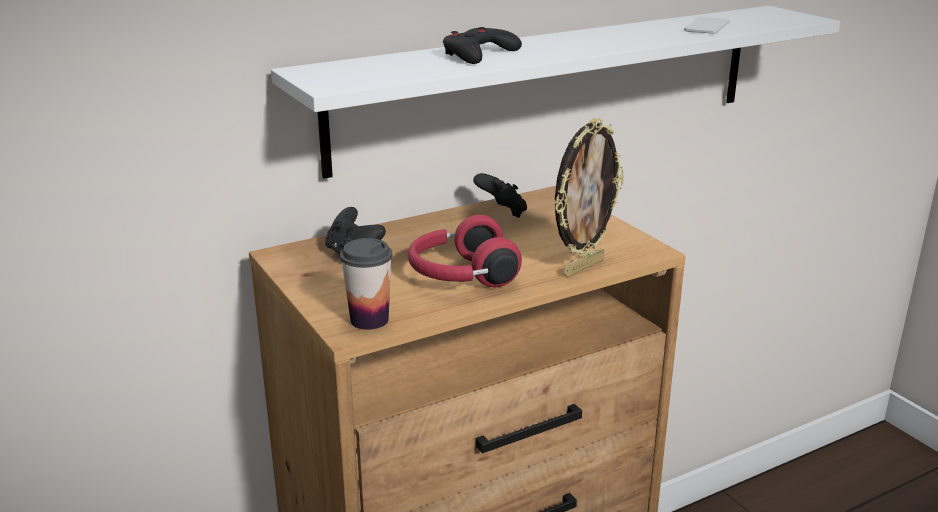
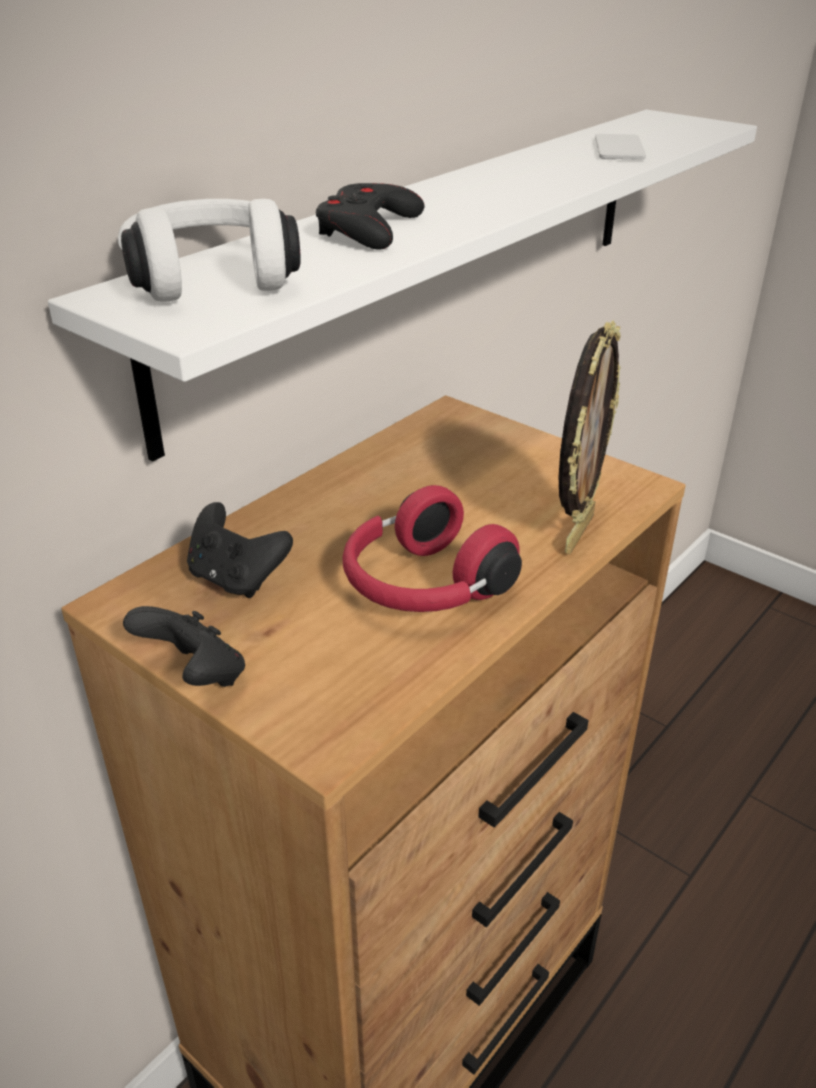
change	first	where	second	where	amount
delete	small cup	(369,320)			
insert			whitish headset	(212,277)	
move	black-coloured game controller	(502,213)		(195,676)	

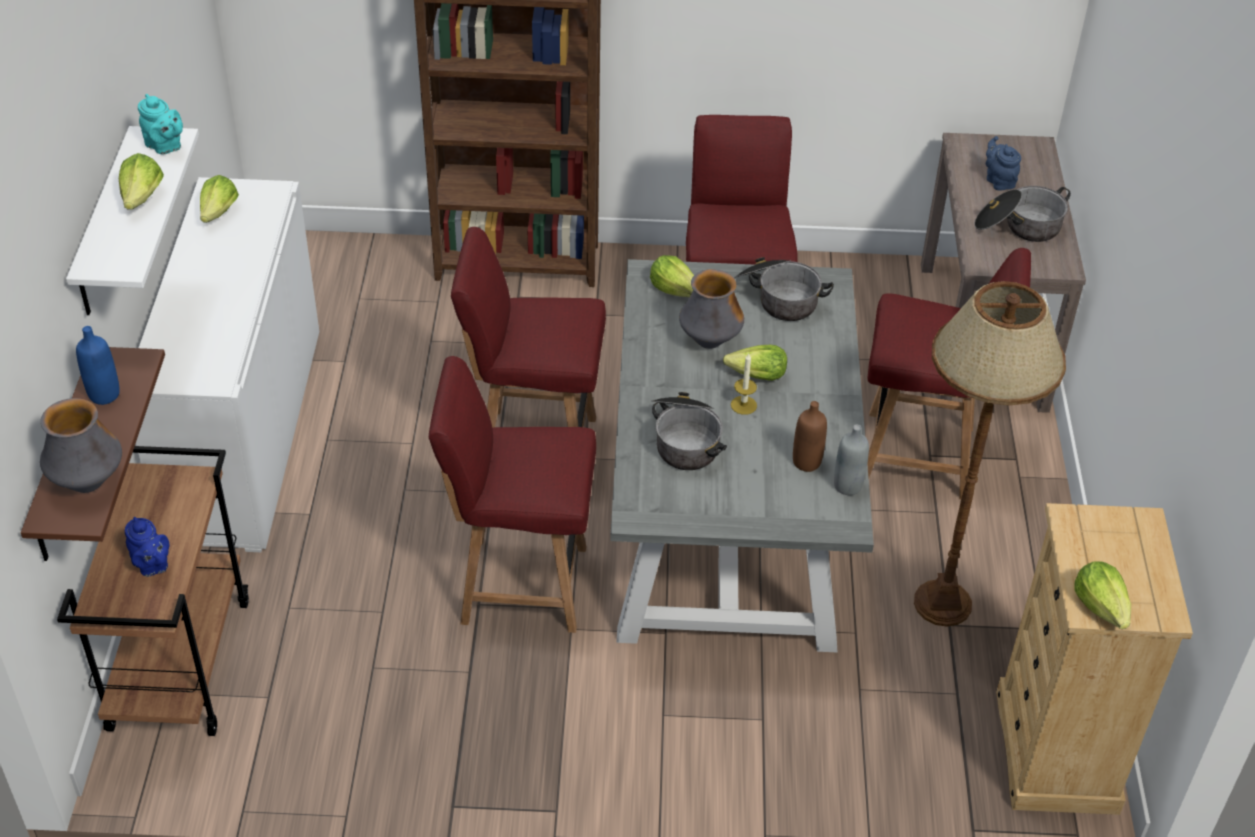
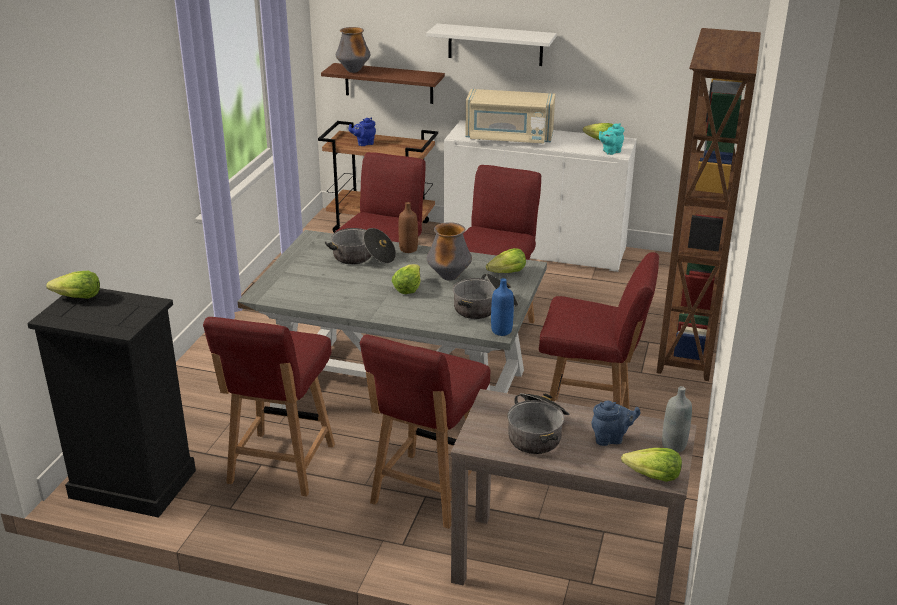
change	first	where	second	where	amount
delete	wax candle	(743,405)			
insert			beige microwave	(509,138)	
move	blue bottle	(104,395)		(501,331)	
move	head of lettuce	(142,197)		(652,476)	
move	turquoise teapot	(165,147)		(610,151)	
move	brownish bottle	(806,462)		(408,249)	
move	grey bottle	(847,486)		(674,445)	
replace	brownish floor lamp	(942,604)	red-coloured plain chair	(280,465)	
recolor	beige chest of drawers	(1057,752)	black-coloured chest of drawers	(132,484)	

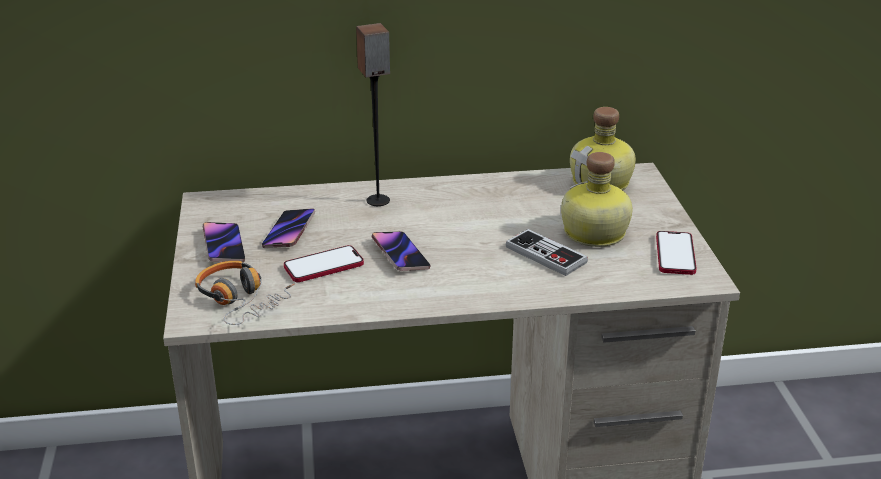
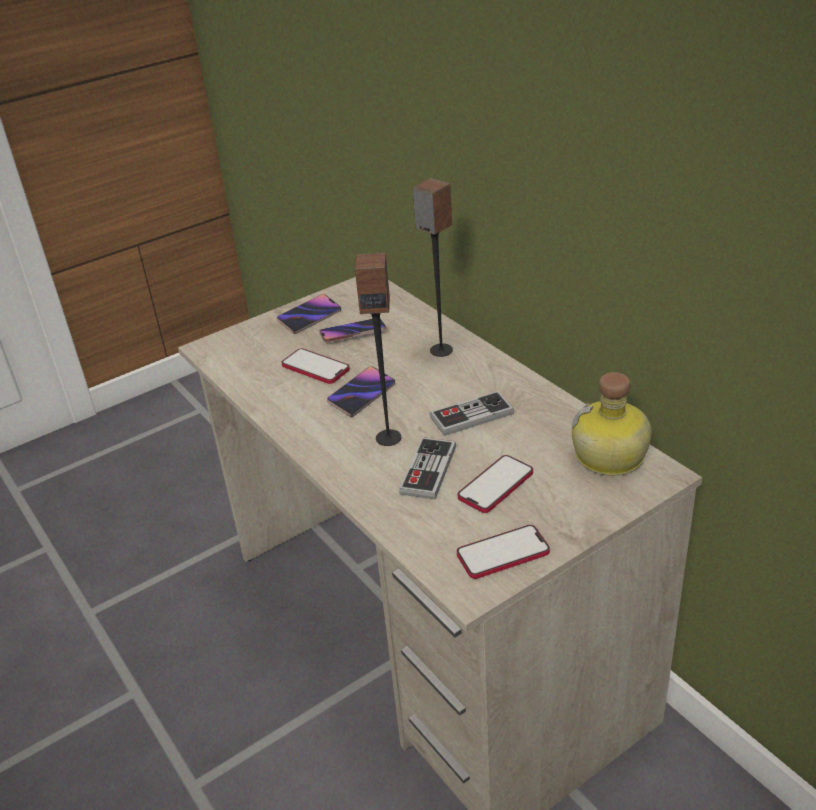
change	first	where	second	where	amount
delete	headset	(241,300)			
insert			loudspeaker	(388,437)	
insert			game controller	(471,416)	
replace	bottle	(593,233)	phone	(495,485)	

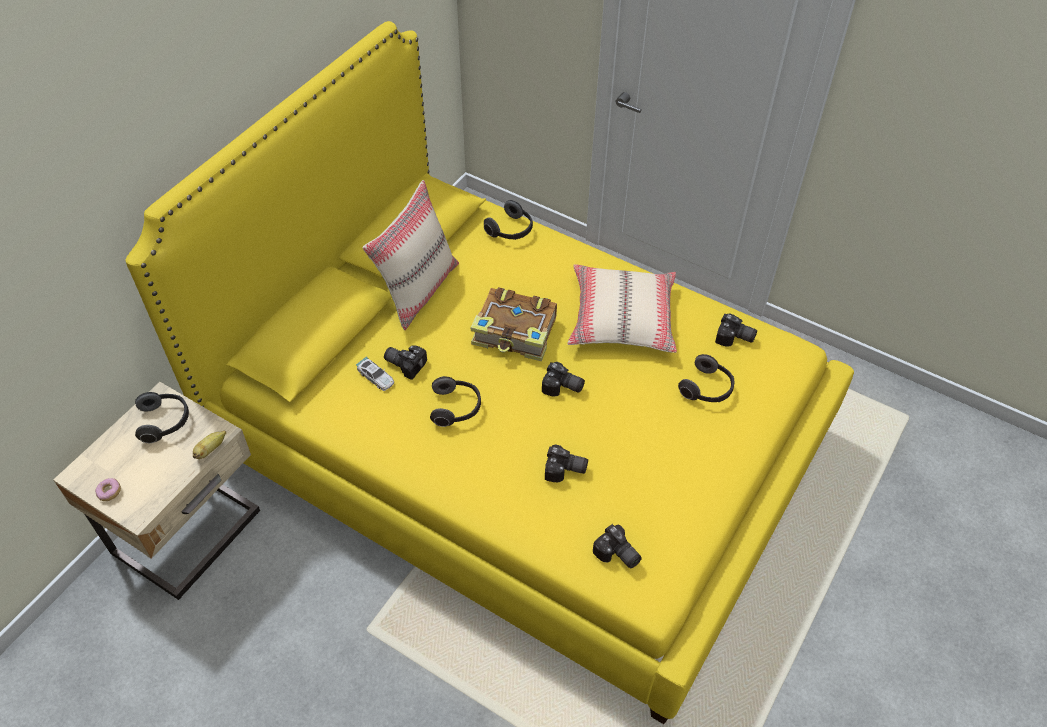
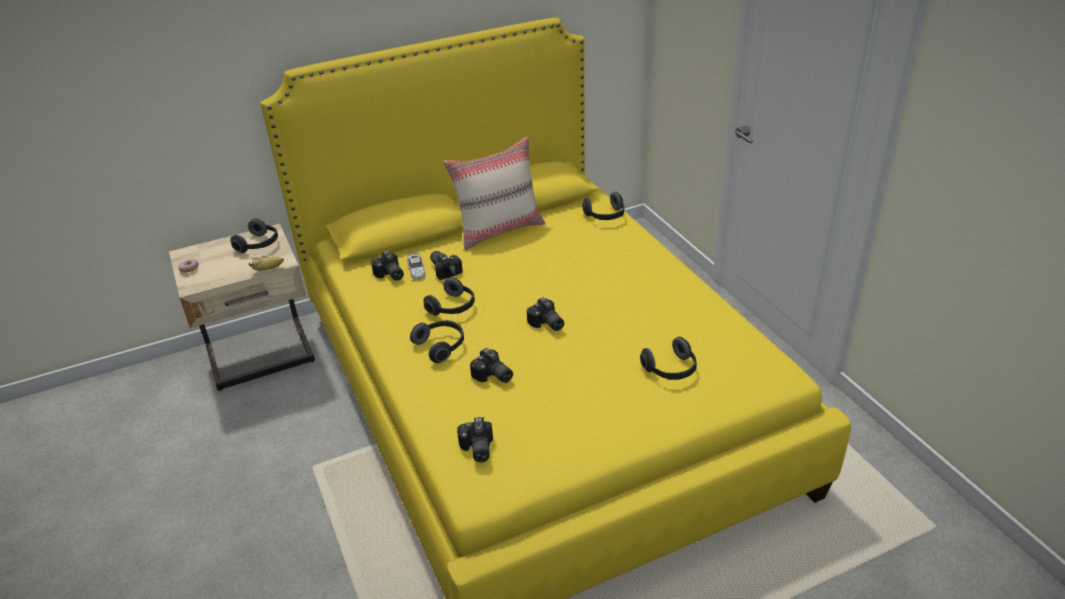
change	first	where	second	where	amount
delete	bound book	(515,333)			
delete	beige pillow	(621,318)			
insert			headset	(441,346)	
move	still camera	(734,338)		(389,275)	

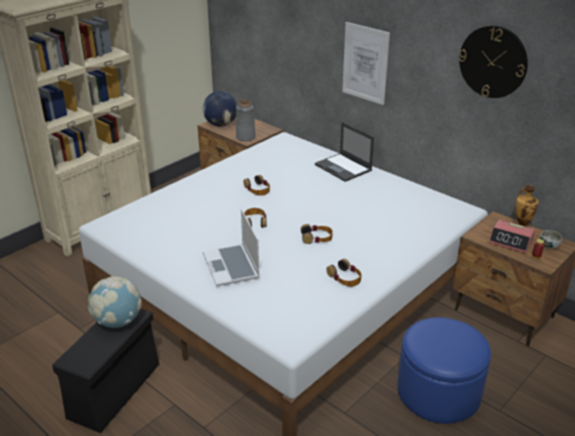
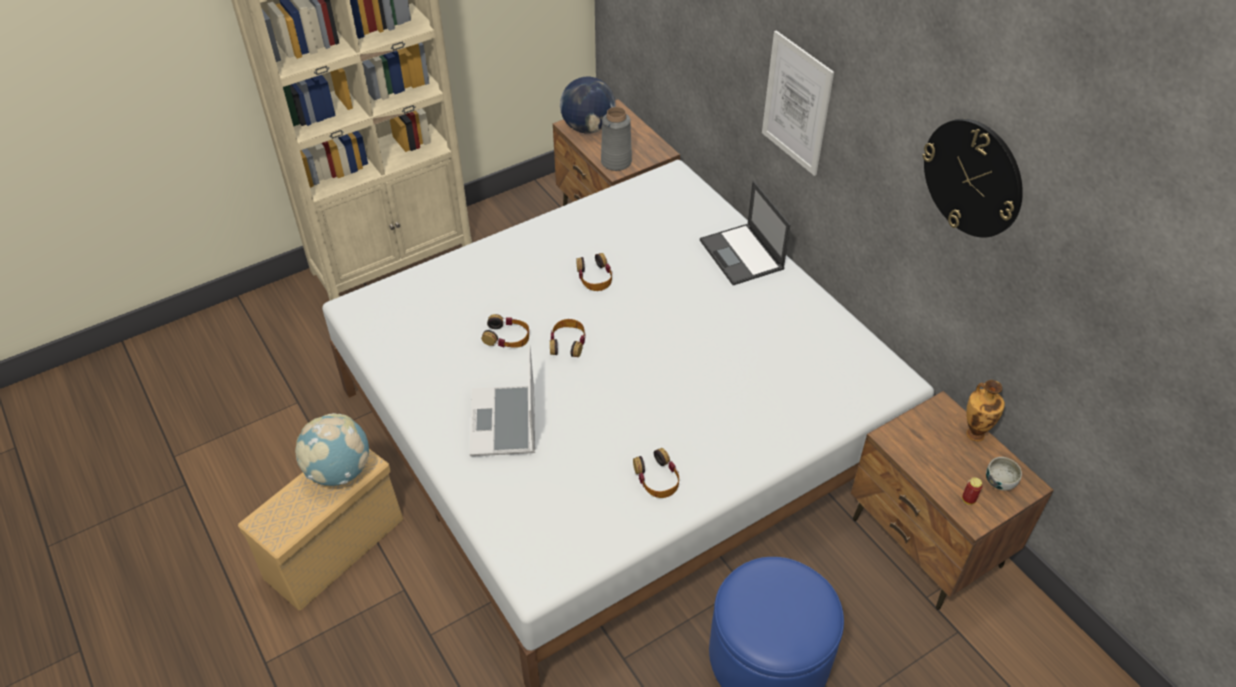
change	first	where	second	where	amount
delete	alarm clock	(511,241)			
move	headset	(316,238)		(507,337)	
recolor	black-coloured storage bin	(115,389)	beige storage bin	(336,546)	

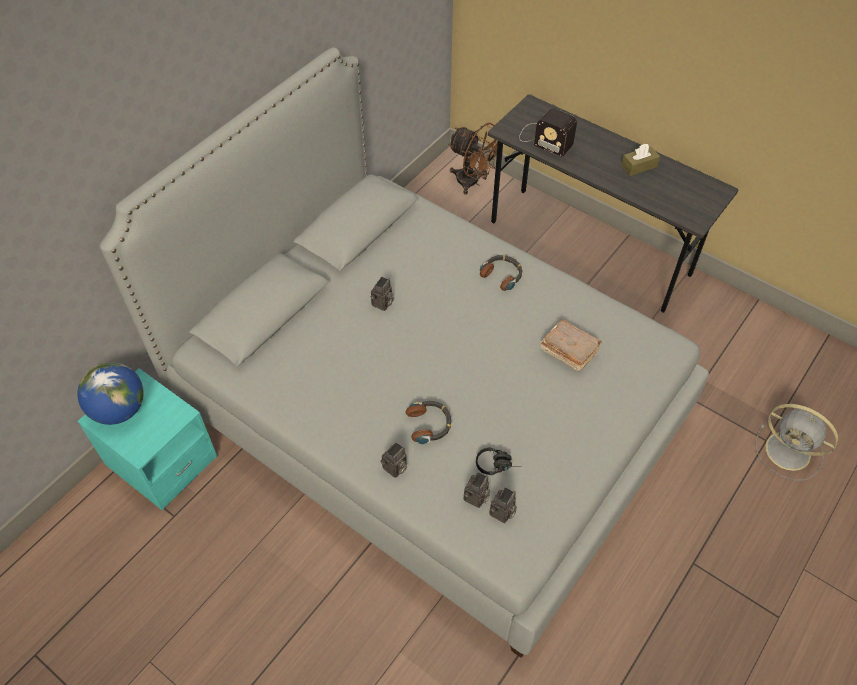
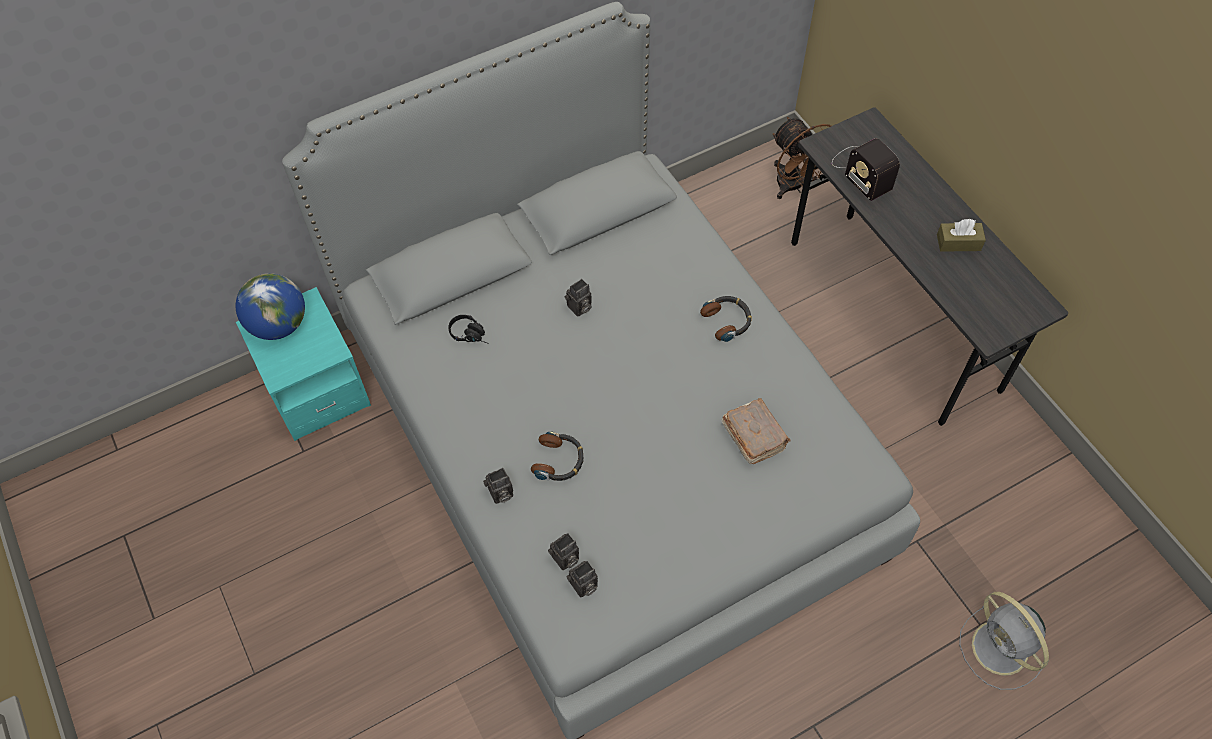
change	first	where	second	where	amount
move	black-coloured headset	(497,464)		(471,335)	

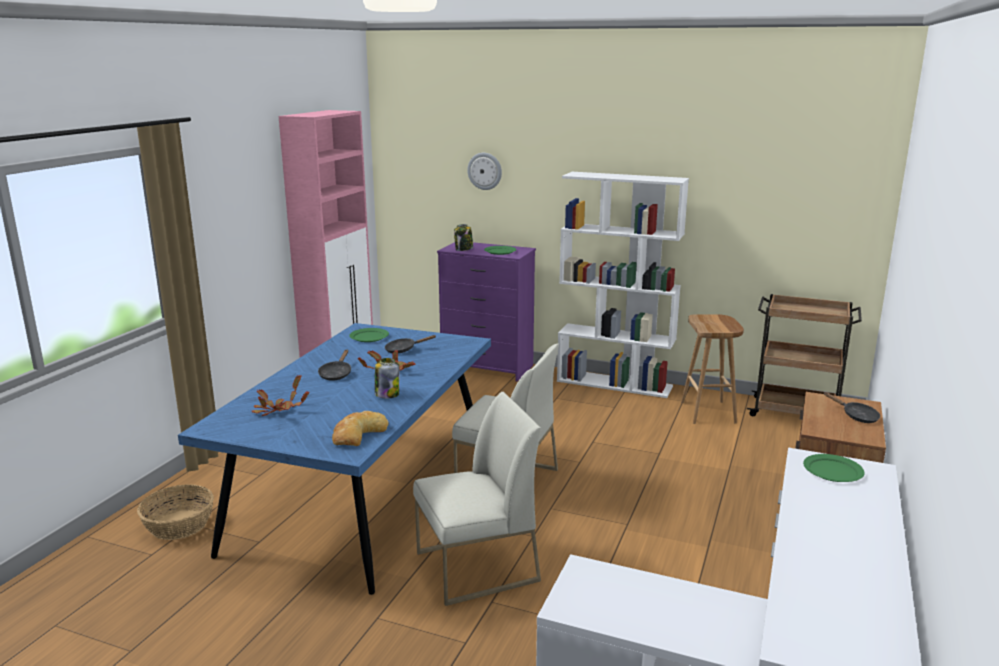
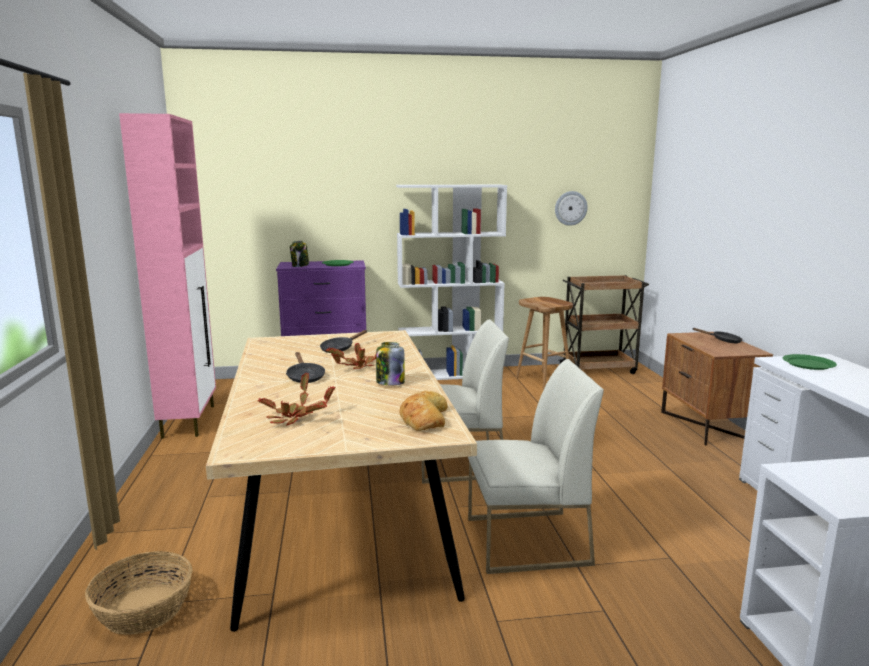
change	first	where	second	where	amount
delete	green-coloured flat dish	(369,337)			
move	hanging clock	(485,171)		(570,208)	
recolor	blue kitchen table	(363,496)	beige kitchen table	(339,513)	
rotate	whitish plain chair	(476,567)		(526,541)	45 degrees clockwise

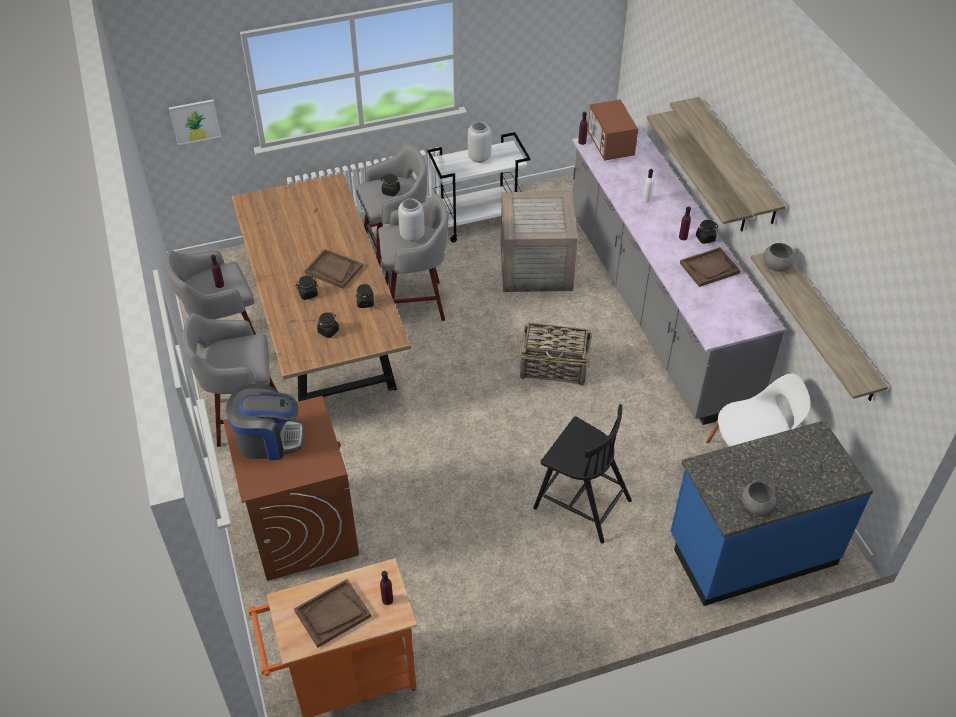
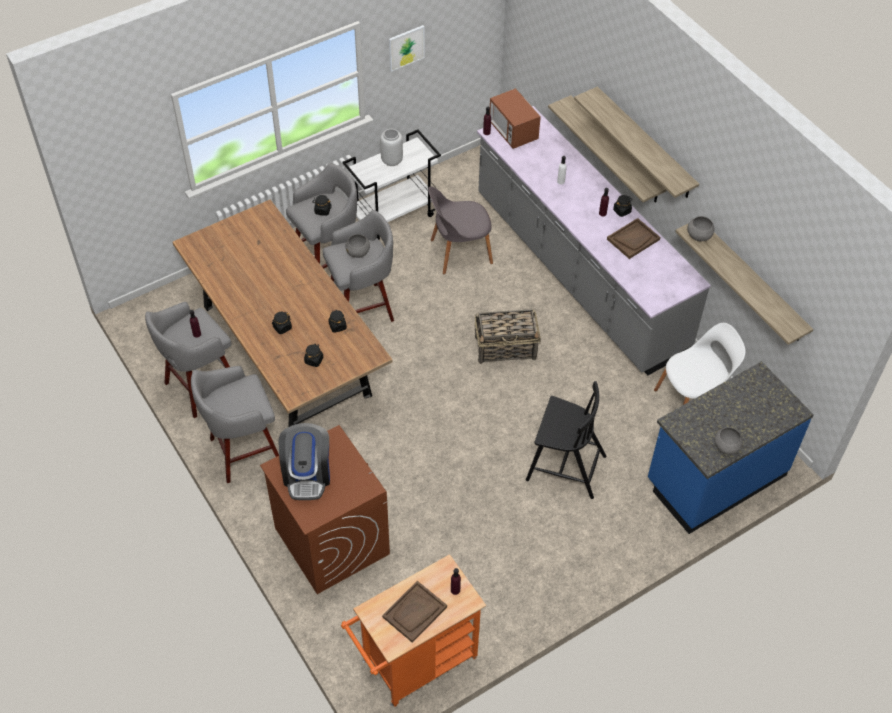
change	first	where	second	where	amount
delete	brownish tray	(333,270)			
move	picture	(195,121)		(406,47)	
replace	grey flower vase	(412,236)	grey serving bowl	(358,252)	
replace	crate	(534,266)	grey plain chair	(459,252)	
rotate	coffee maker	(268,439)		(307,474)	105 degrees clockwise

